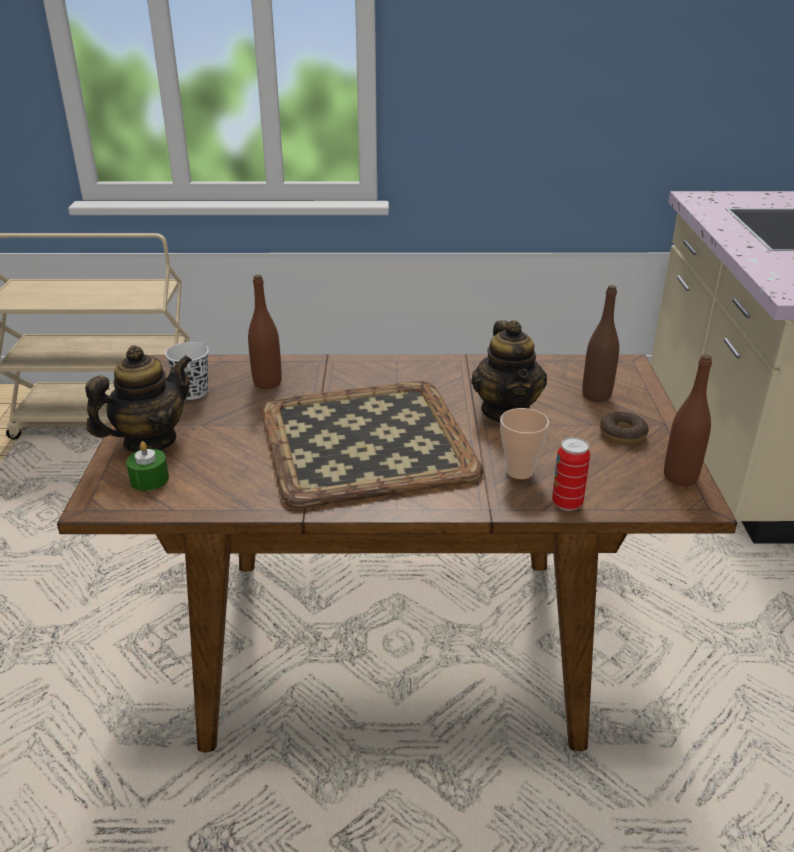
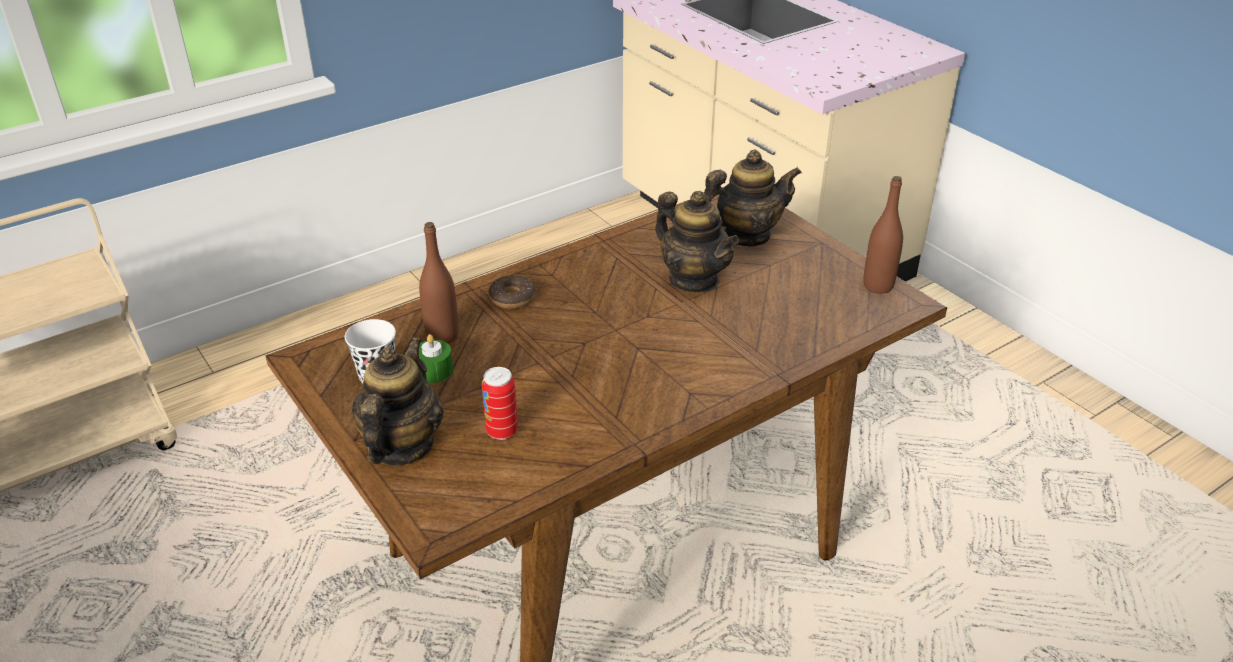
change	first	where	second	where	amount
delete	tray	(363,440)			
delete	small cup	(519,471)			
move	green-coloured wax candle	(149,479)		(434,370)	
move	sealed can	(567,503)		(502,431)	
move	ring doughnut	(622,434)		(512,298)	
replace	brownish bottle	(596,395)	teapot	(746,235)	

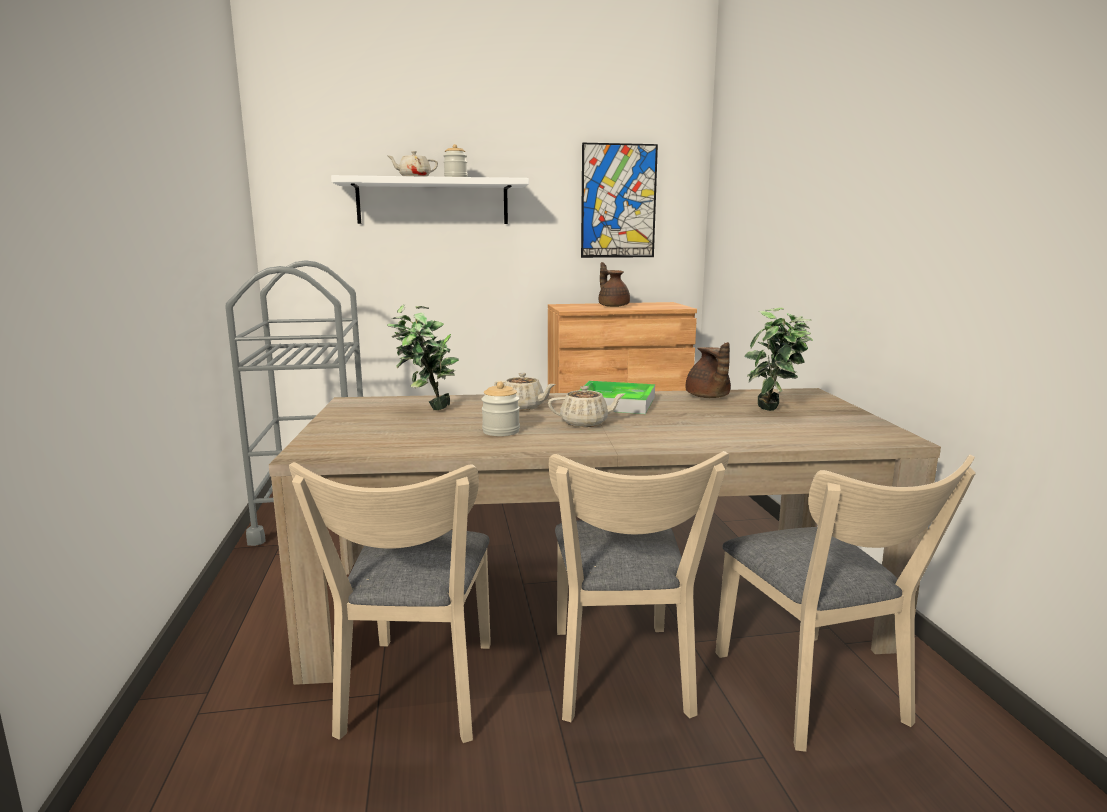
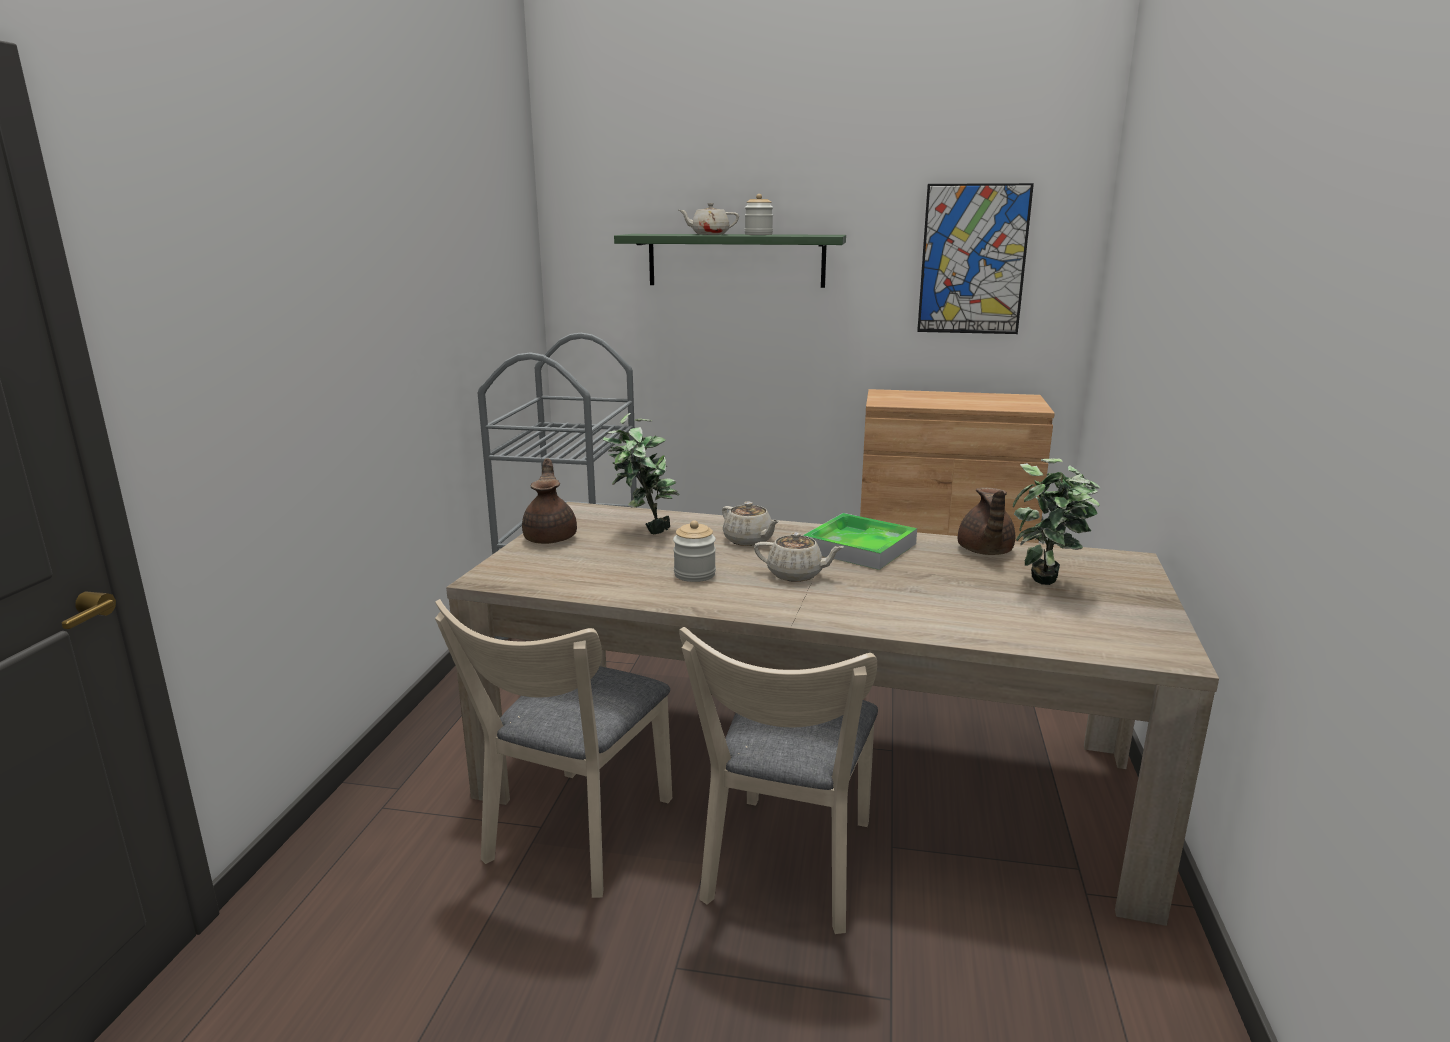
change	first	where	second	where	amount
delete	beige plain chair	(816,696)			
move	brownish teapot	(613,306)		(551,537)	
recolor	whitish shelf	(433,202)	green-coloured shelf	(736,260)	

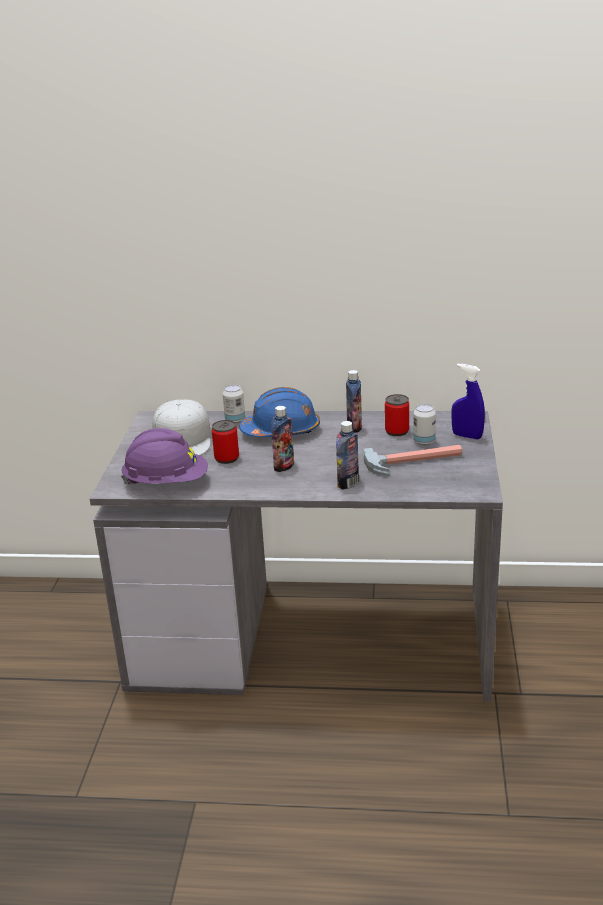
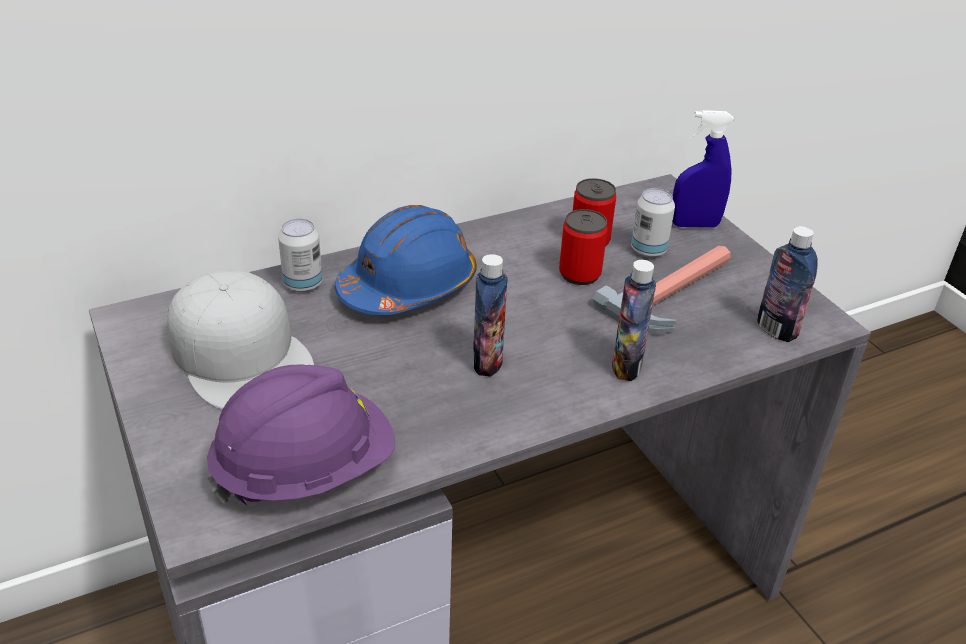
change	first	where	second	where	amount
move	sealed can	(226,458)		(579,274)	
move	bottle	(354,428)		(776,329)	

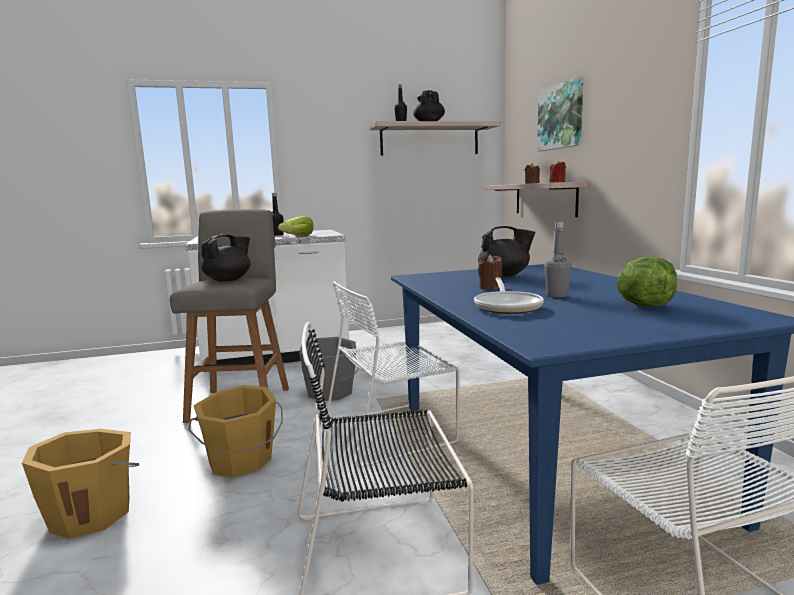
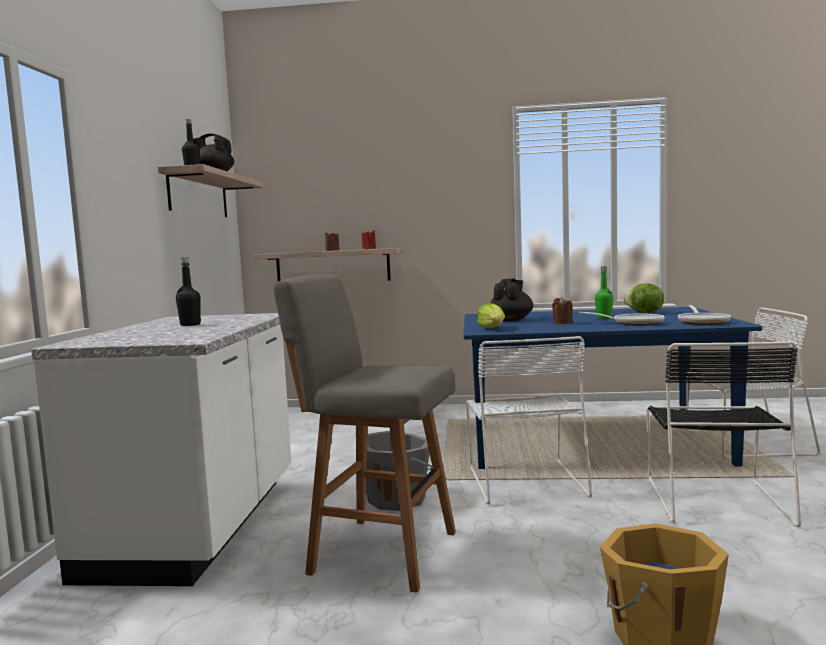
change	first	where	second	where	amount
delete	orange-coloured water bucket	(241,461)			
delete	black-coloured teapot	(228,280)			
delete	picture	(561,116)			
insert			frying pan	(702,322)	
move	head of lettuce	(298,236)		(492,329)	
recolor	grey bottle	(557,295)	green-coloured bottle	(604,318)	

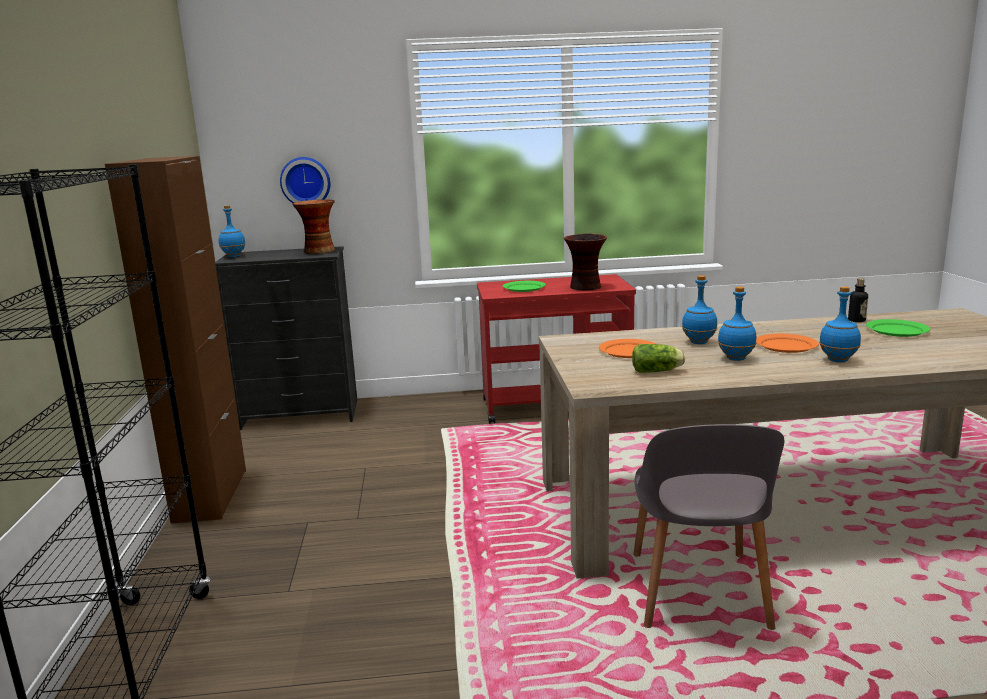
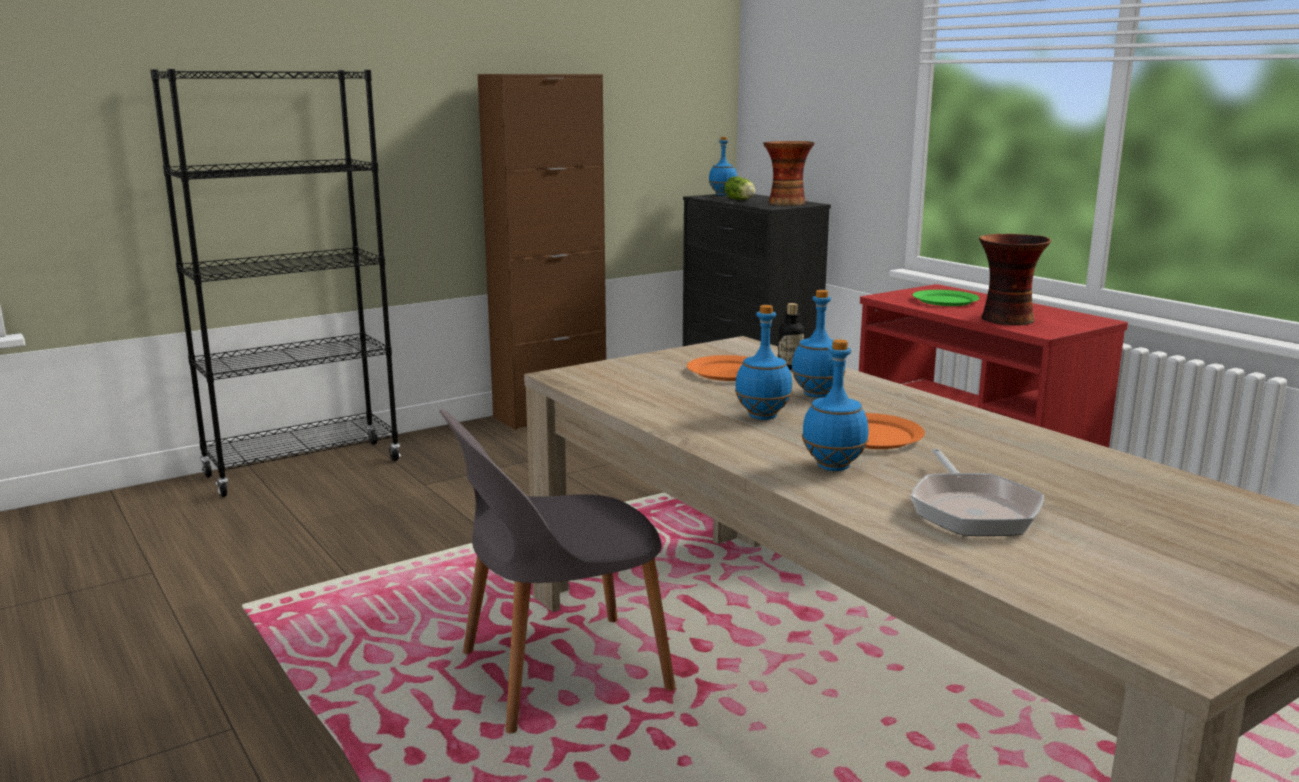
change	first	where	second	where	amount
delete	hanging clock	(306,182)			
delete	green-coloured flat dish	(896,330)			
insert			frying pan	(971,510)	
move	head of lettuce	(658,371)		(741,200)	
move	bottle	(856,320)		(789,367)	

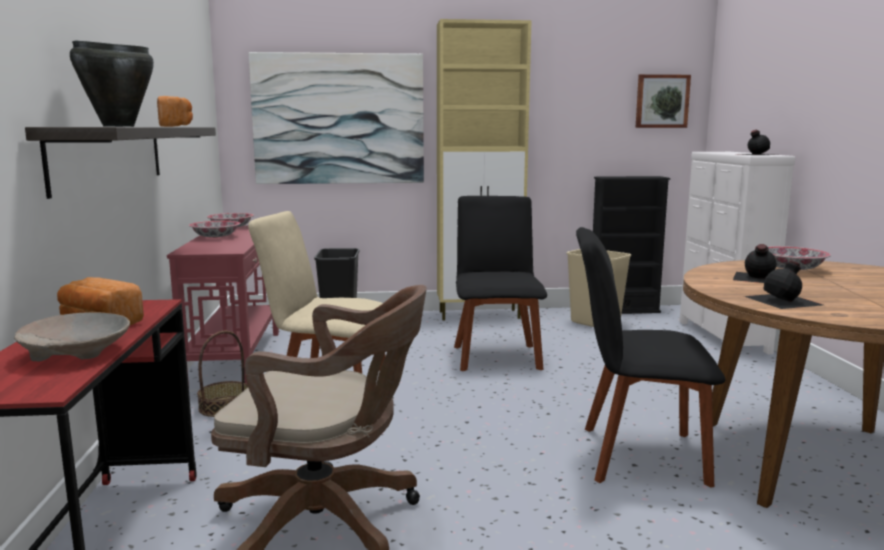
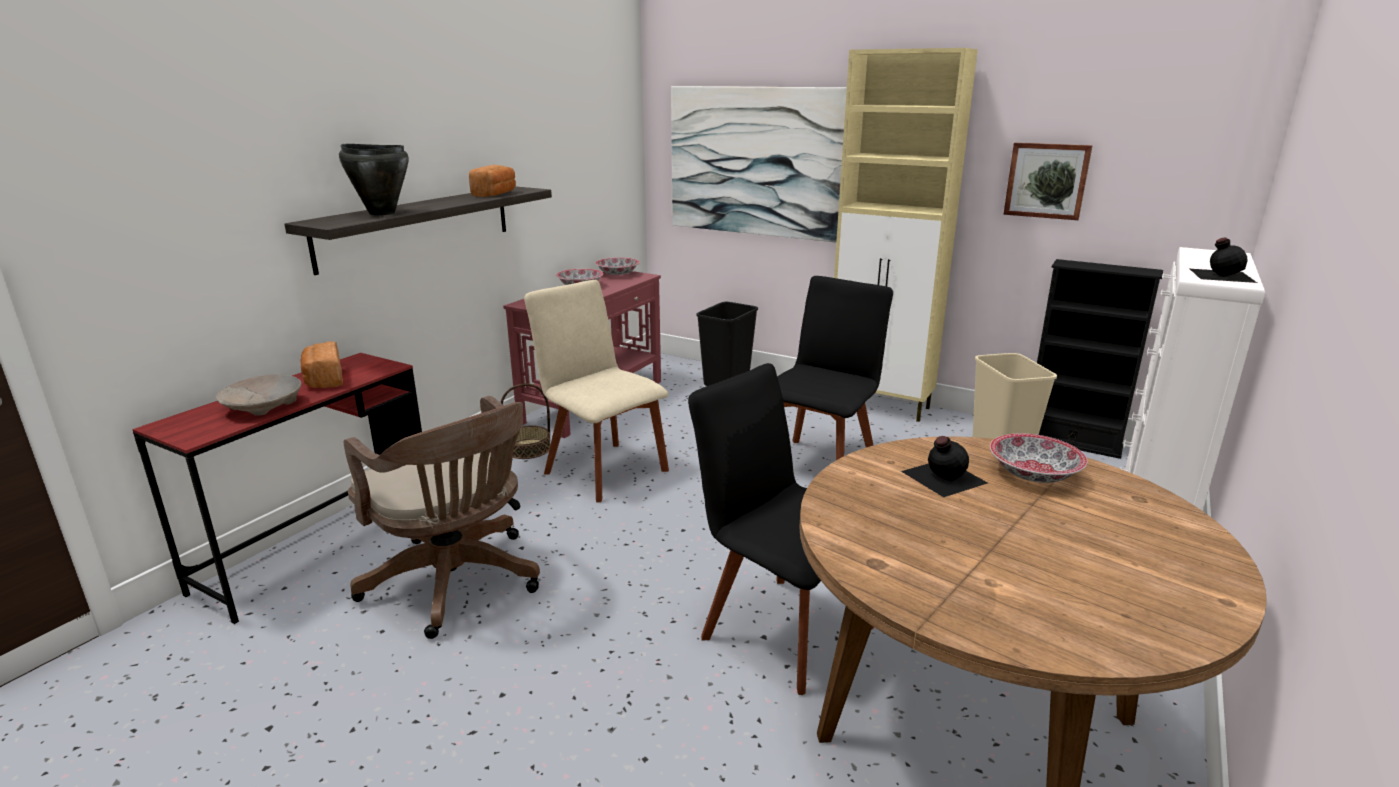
change	first	where	second	where	amount
delete	black-coloured bottle	(784,300)			
move	picture	(662,101)		(1046,180)	

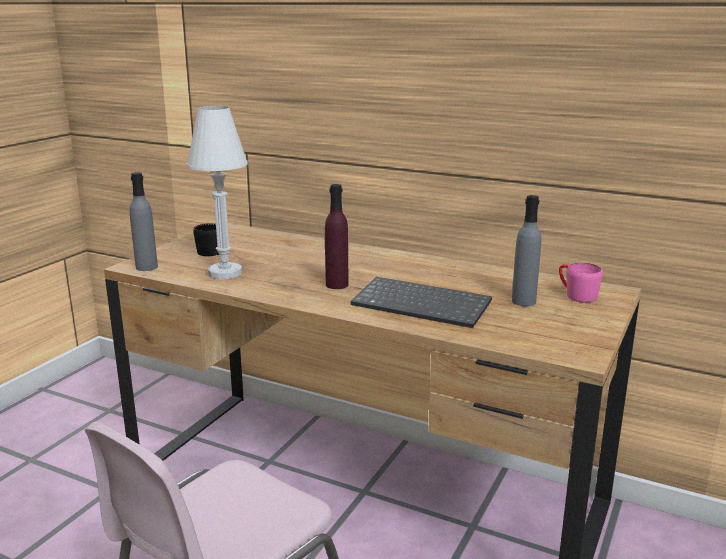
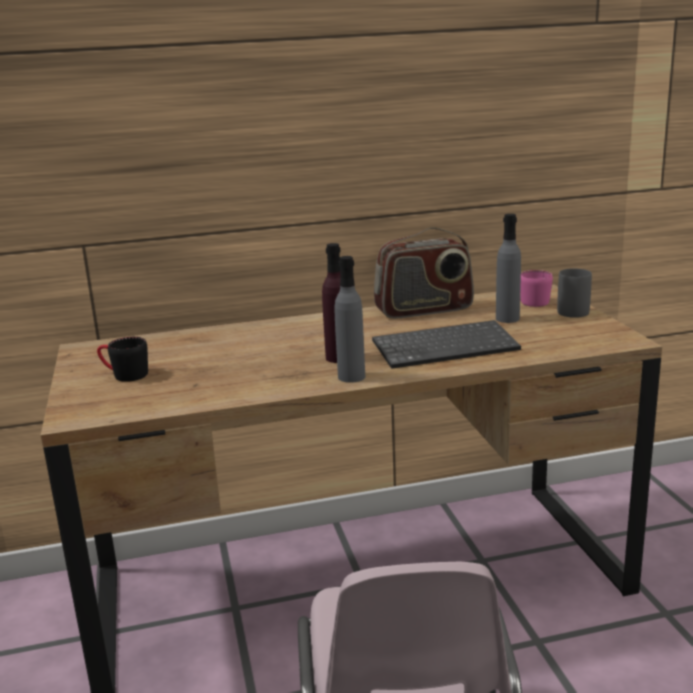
change	first	where	second	where	amount
delete	whitish table lamp	(225,273)			
insert			radio receiver	(424,310)	
insert			grey mug	(573,310)	
move	grey bottle	(146,267)		(351,377)	

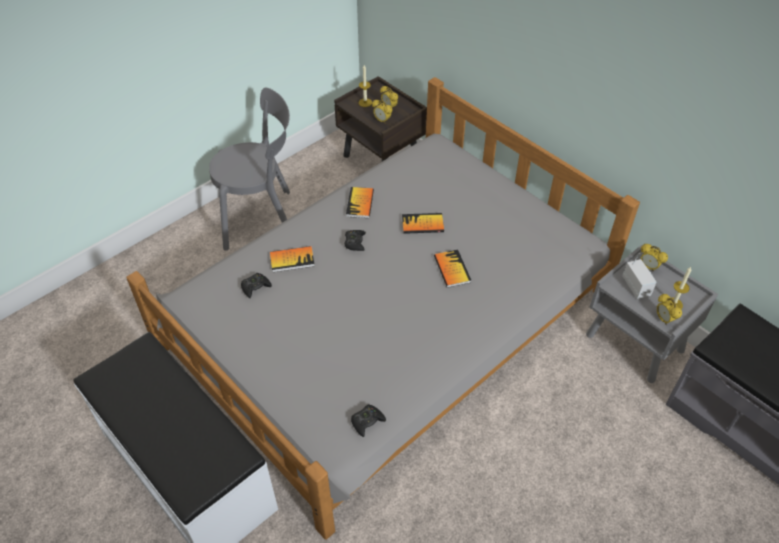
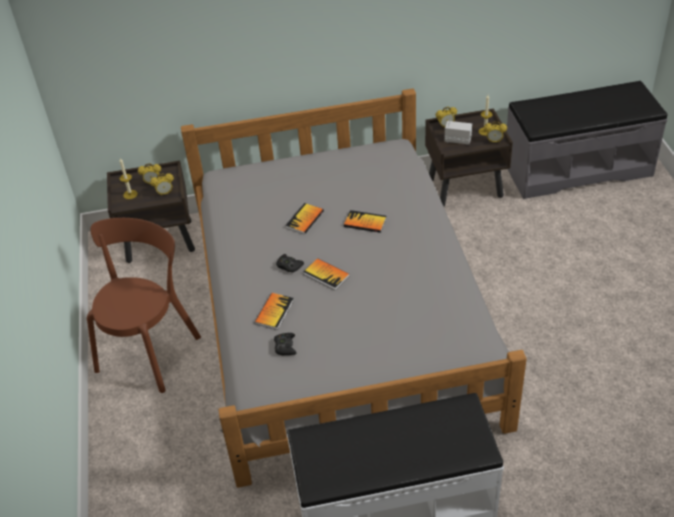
change	first	where	second	where	amount
delete	black-coloured game controller	(367,422)			
move	bound book	(360,203)		(326,275)	
recolor	grey plain chair	(263,219)	brownish plain chair	(150,350)	
recolor	grey bedside table	(635,343)	brownish bedside table	(465,188)	

